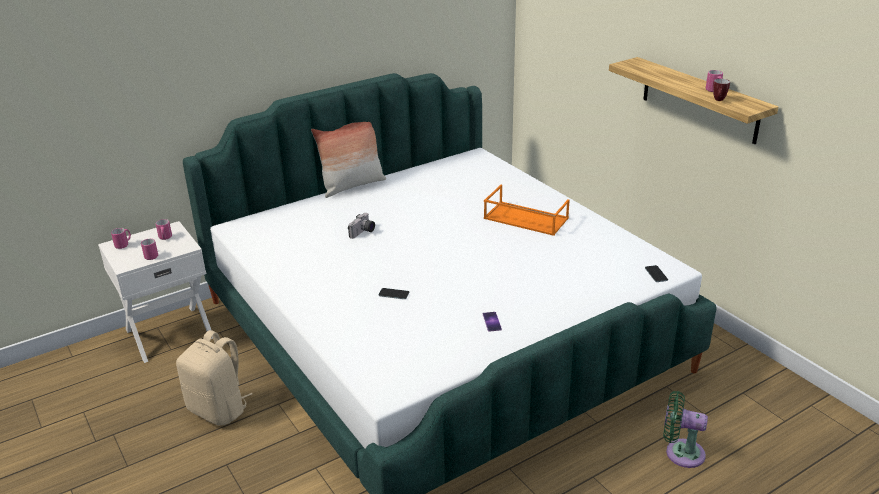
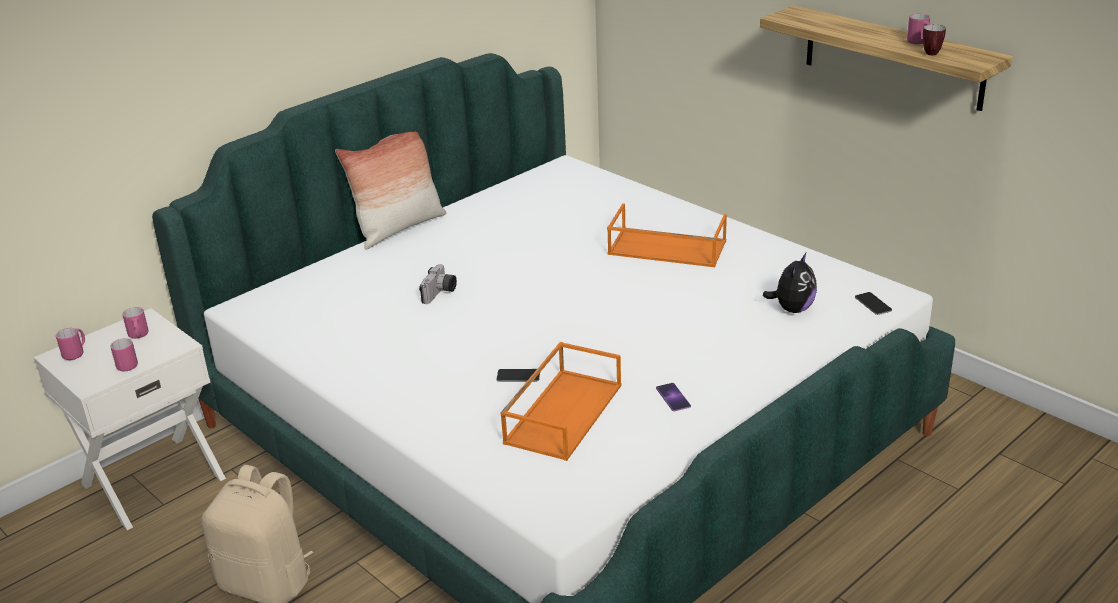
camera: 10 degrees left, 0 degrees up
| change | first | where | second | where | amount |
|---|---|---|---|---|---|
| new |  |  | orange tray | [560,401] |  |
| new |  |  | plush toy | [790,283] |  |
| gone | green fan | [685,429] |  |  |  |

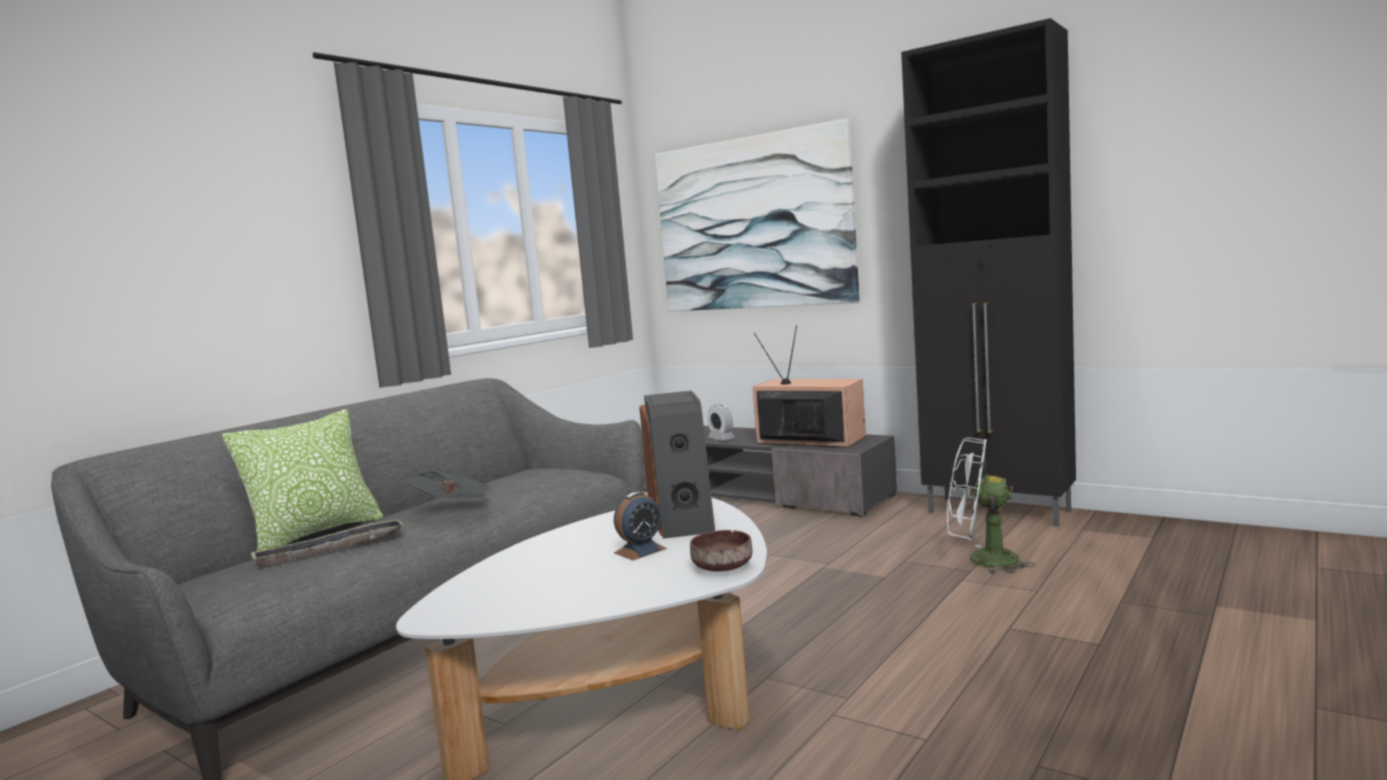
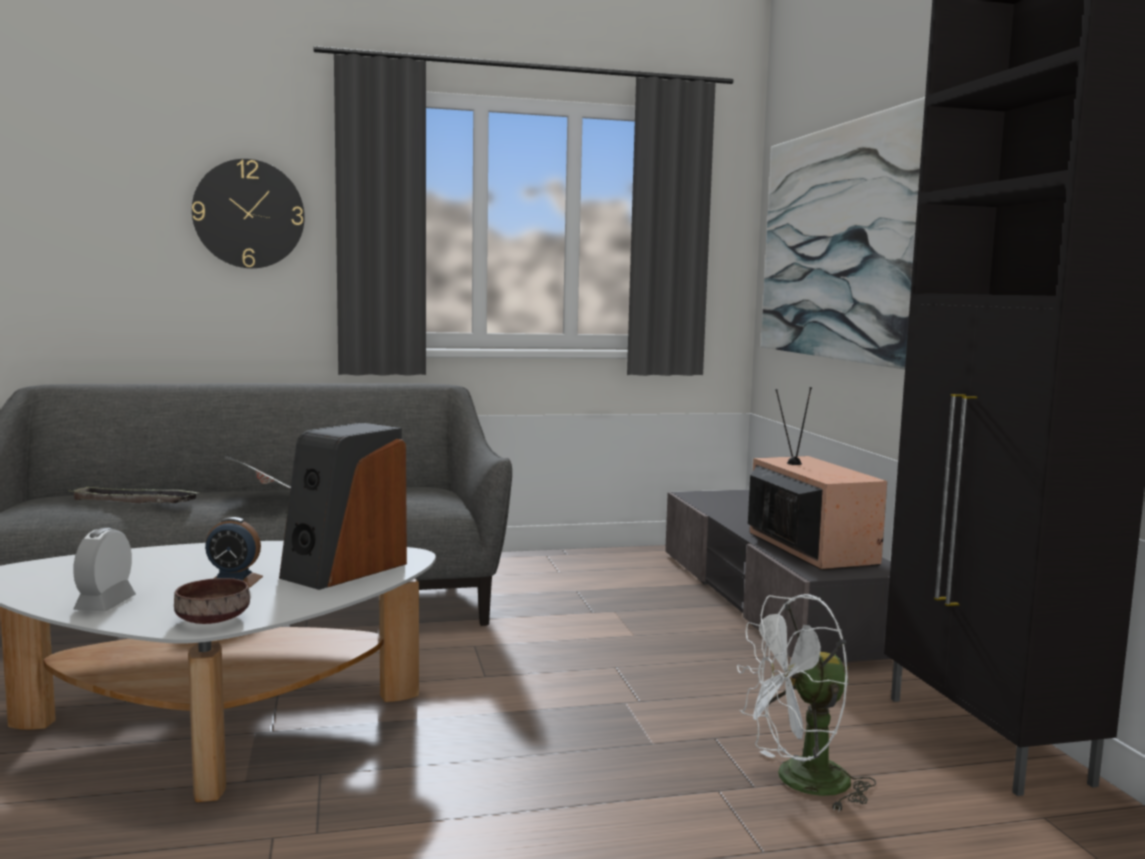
camera: 40 degrees right, 0 degrees up
| change | first | where | second | where | amount |
|---|---|---|---|---|---|
| shifted | alarm clock | [721,422] |  | [104,569] |  |
| new |  |  | wall clock | [248,213] |  |
| rotated | white fan | [991,506] |  | [806,702] | 75 degrees counterclockwise |
| gone | pillow | [302,480] |  |  |  |

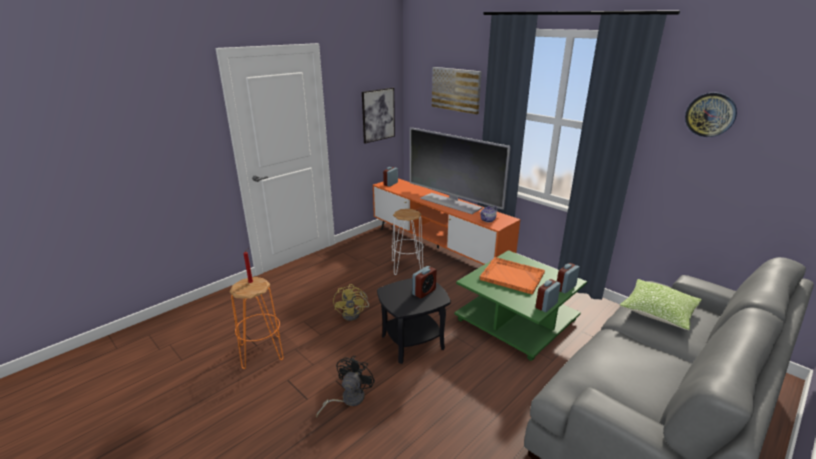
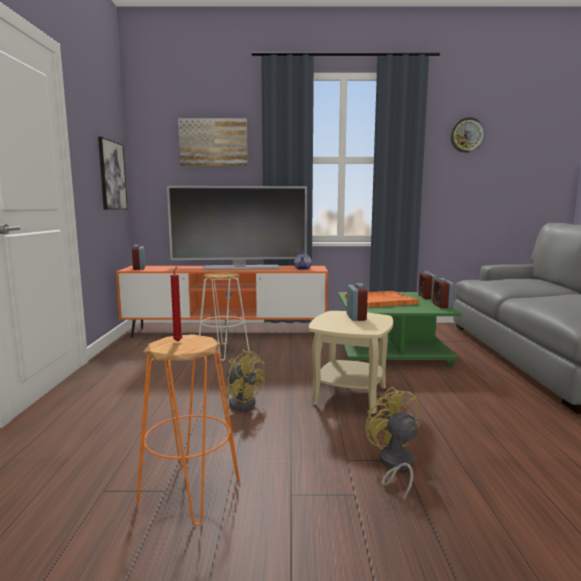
camera: 45 degrees left, 15 degrees down
| change | first | where | second | where | amount |
|---|---|---|---|---|---|
| repainted | black side table | [414,321] | beige side table | [351,362] |  |
| repainted | black fan | [345,386] | yellow fan | [392,444] |  |
| gone | pillow | [660,304] |  |  |  |

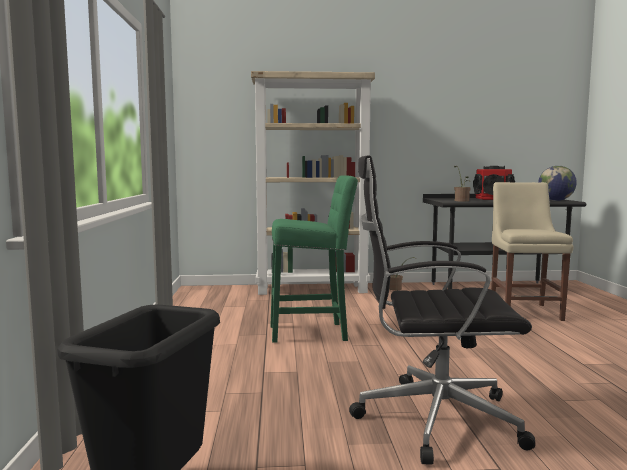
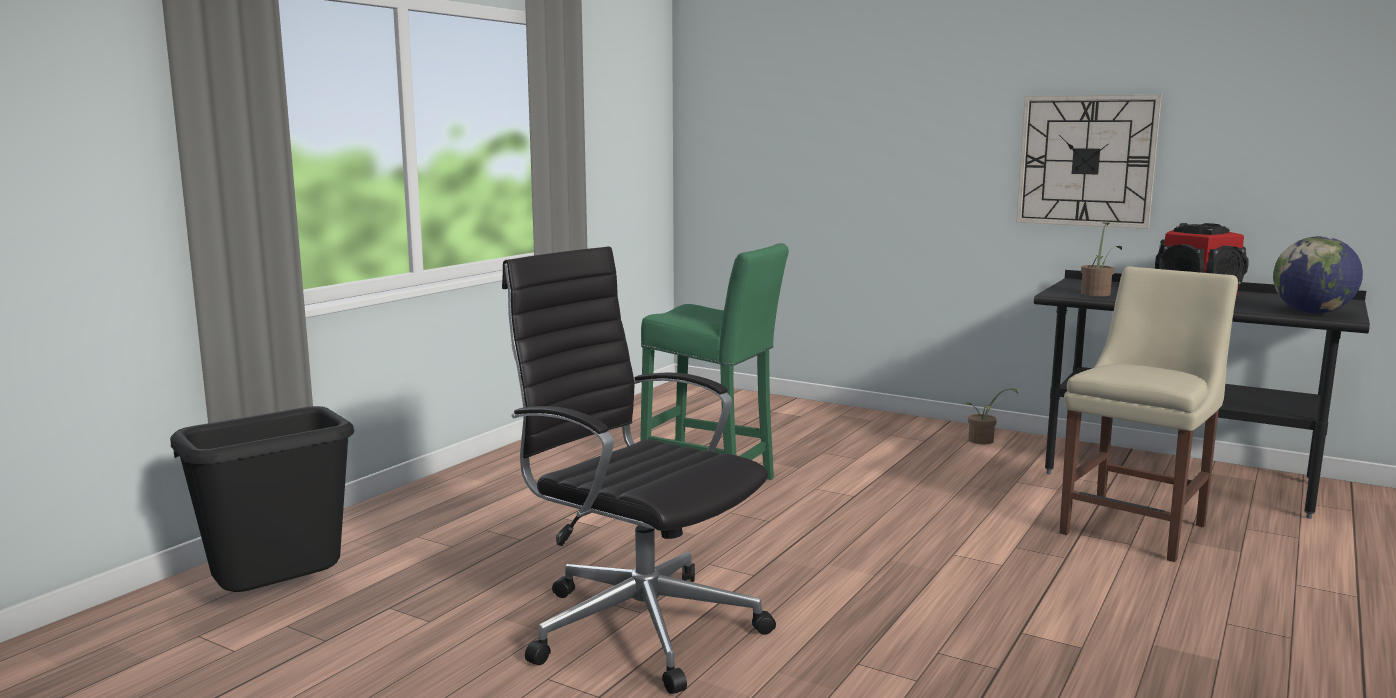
camera: 35 degrees right, 5 degrees up
| change | first | where | second | where | amount |
|---|---|---|---|---|---|
| new |  |  | wall clock | [1089,162] |  |
| gone | beige bookcase | [313,183] |  |  |  |

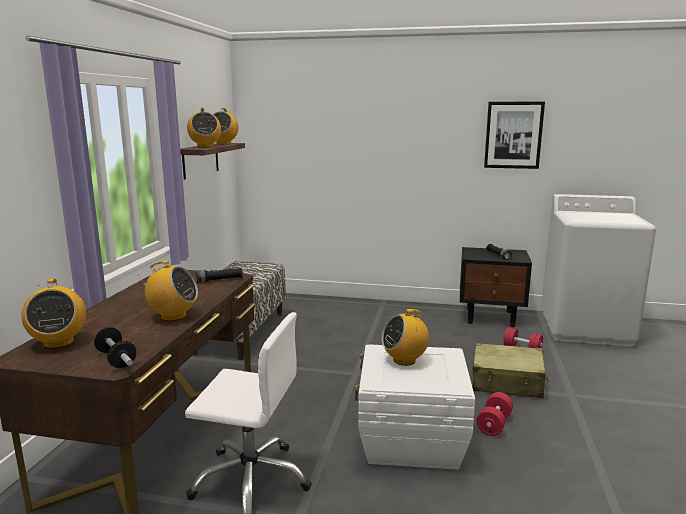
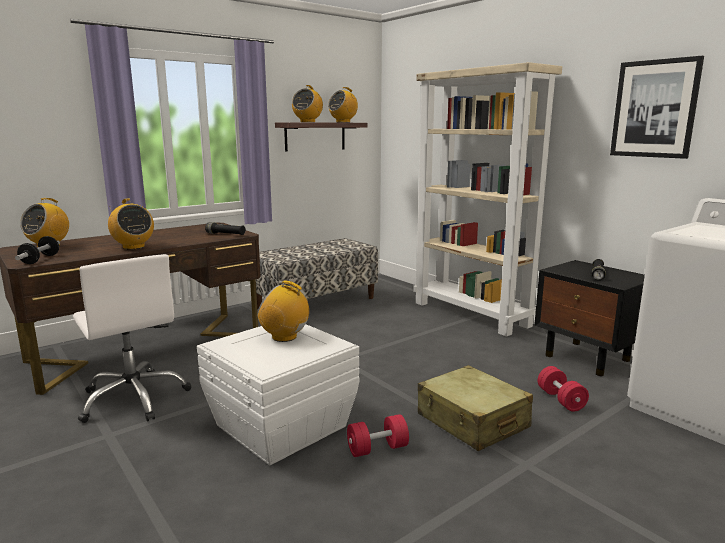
camera: 40 degrees right, 0 degrees up
| change | first | where | second | where | amount |
|---|---|---|---|---|---|
| new |  |  | beige bookcase | [487,199] |  |

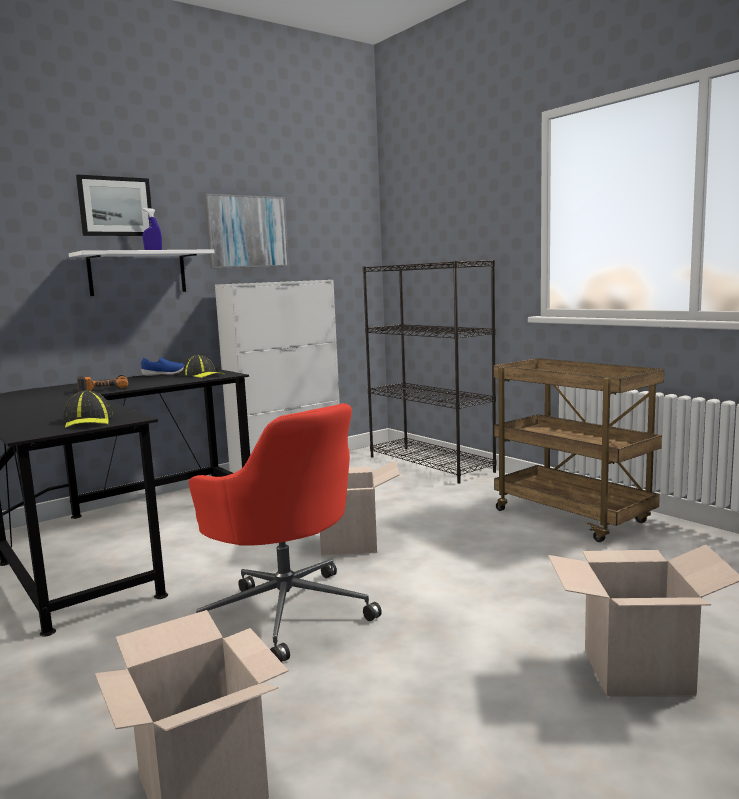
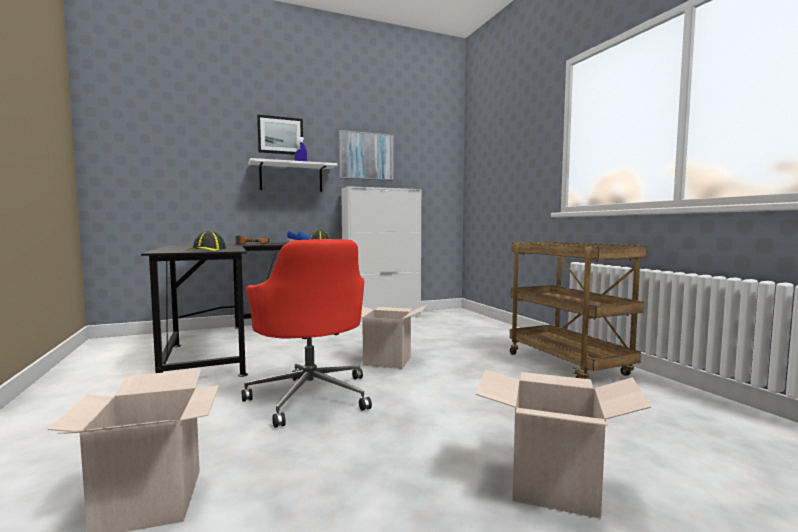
camera: 15 degrees right, 5 degrees down
| change | first | where | second | where | amount |
|---|---|---|---|---|---|
| gone | black bookcase | [429,372] |  |  |  |

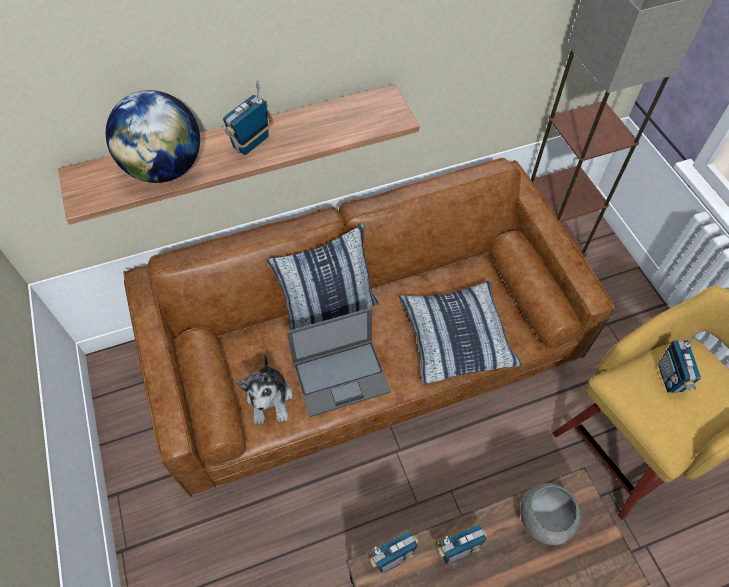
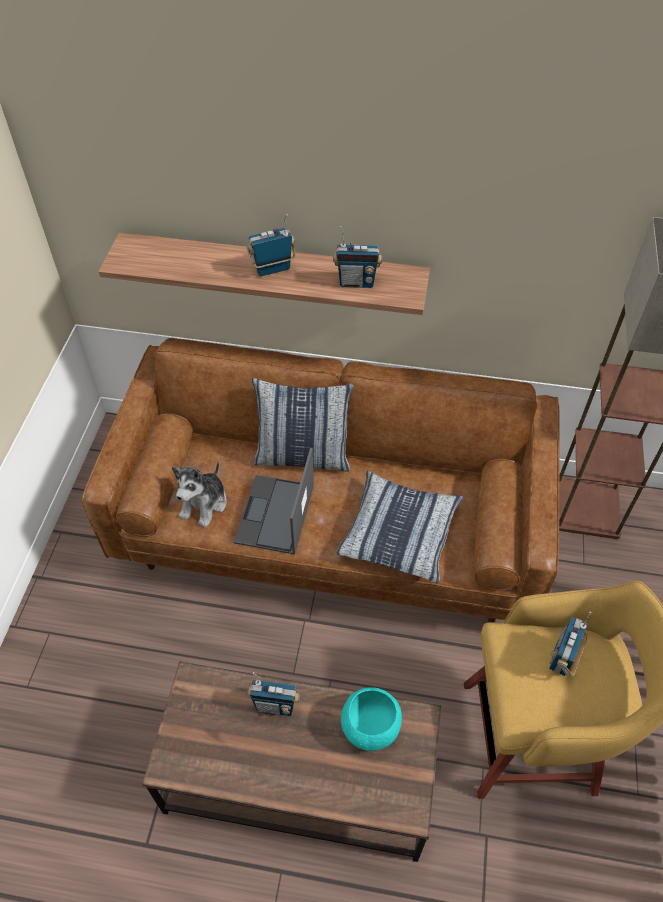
camera: 30 degrees right, 5 degrees down
| change | first | where | second | where | amount |
|---|---|---|---|---|---|
| rotated | laptop | [339,362] |  | [274,501] | 90 degrees clockwise |
| shifted | radio | [393,552] |  | [357,257] |  |
| repainted | grey bowl | [550,514] | turquoise bowl | [371,719] |  |
| gone | globe | [153,136] |  |  |  |

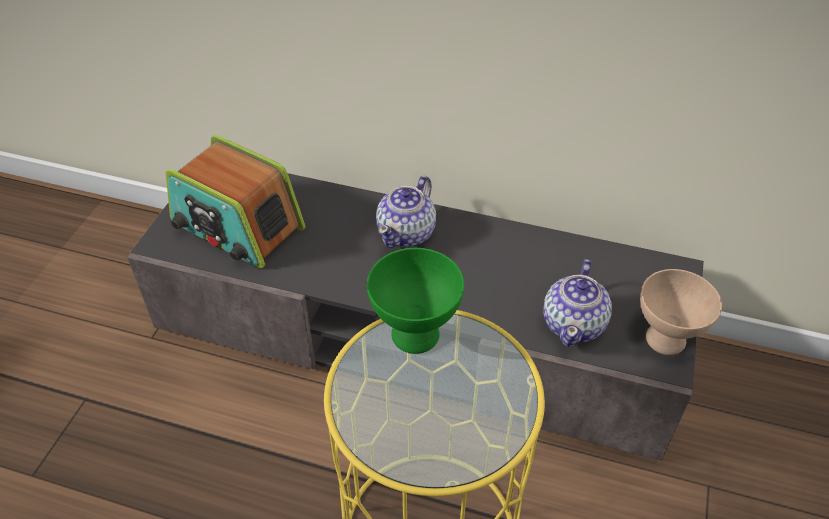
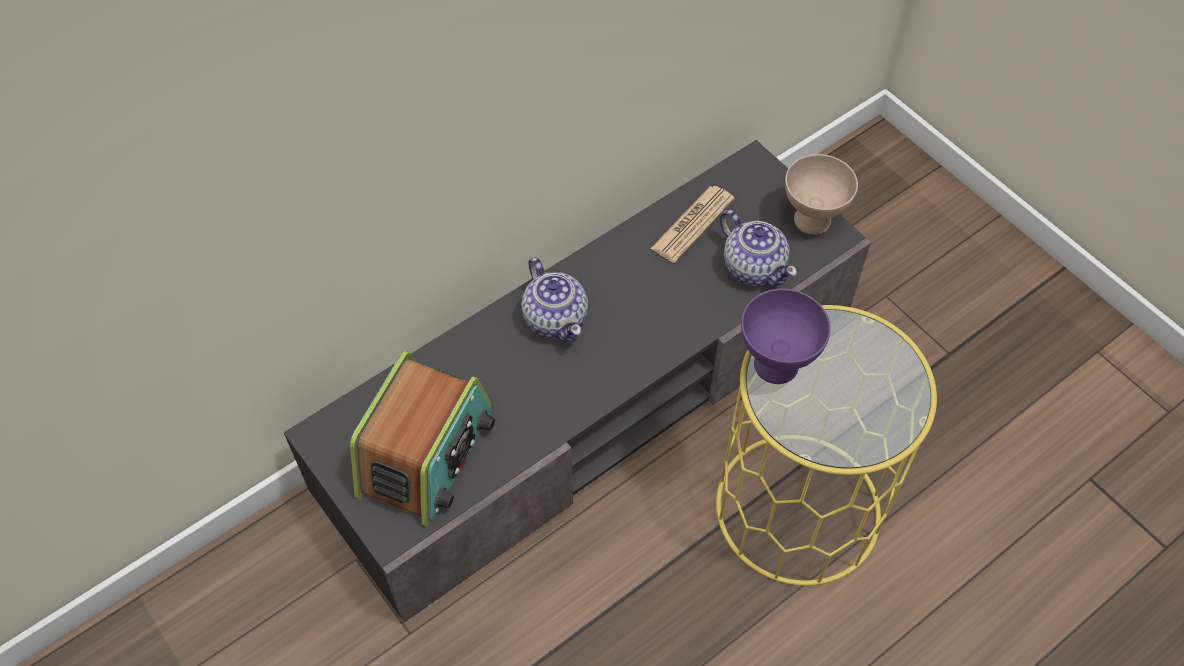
camera: 55 degrees left, 10 degrees up
| change | first | where | second | where | amount |
|---|---|---|---|---|---|
| rotated | radio | [235,201] |  | [422,439] | 45 degrees counterclockwise |
| new |  |  | newspaper | [692,224] |  |
| repainted | green bowl | [415,301] | purple bowl | [786,336] |  |

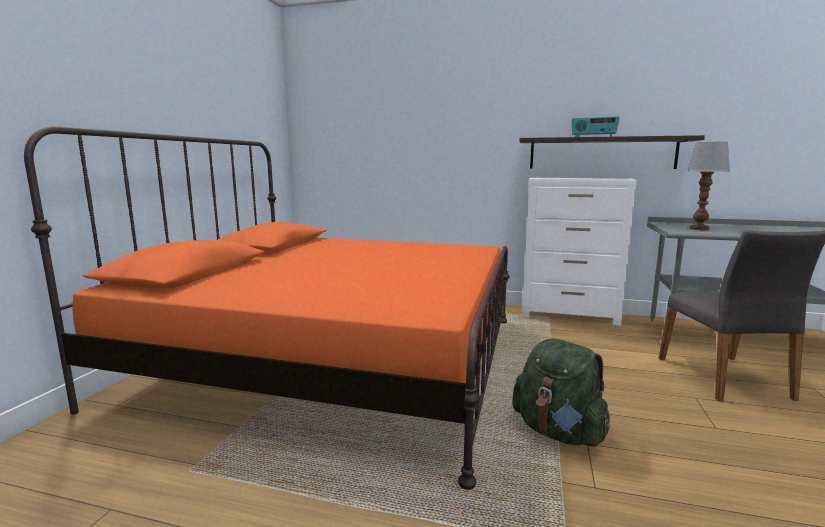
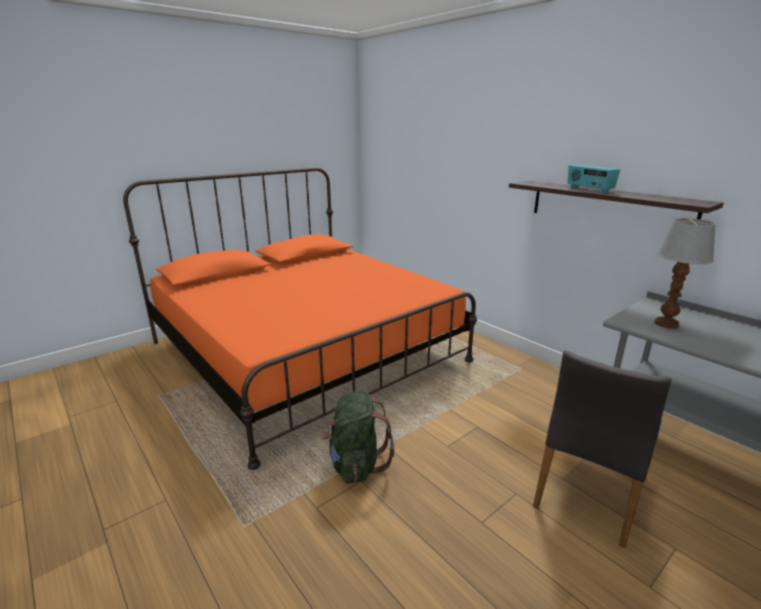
camera: 35 degrees right, 10 degrees up
| change | first | where | second | where | amount |
|---|---|---|---|---|---|
| gone | white dresser | [579,252] |  |  |  |

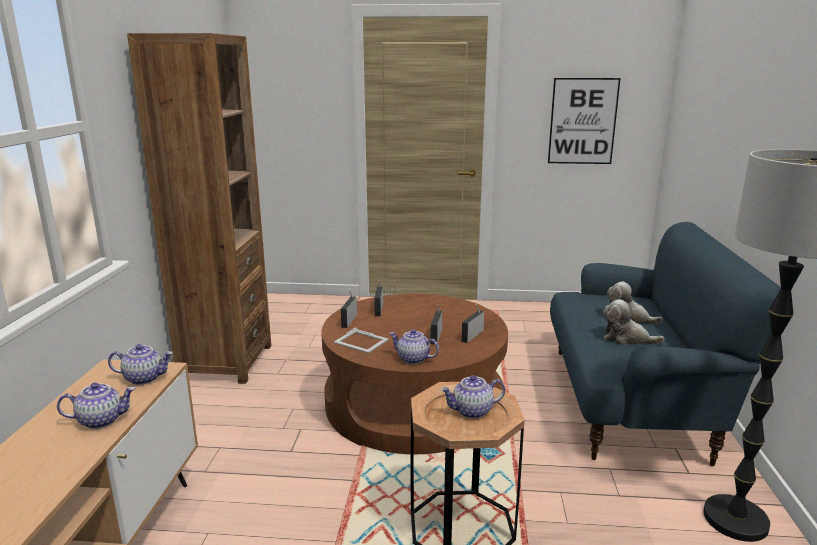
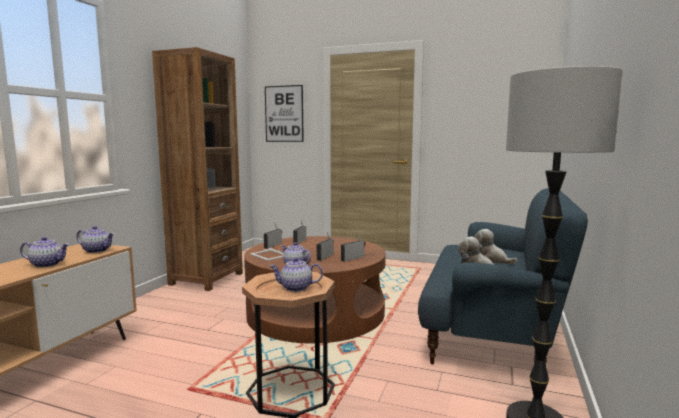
camera: 15 degrees right, 10 degrees down
| change | first | where | second | where | amount |
|---|---|---|---|---|---|
| shifted | picture | [584,121] |  | [284,113] |  |

